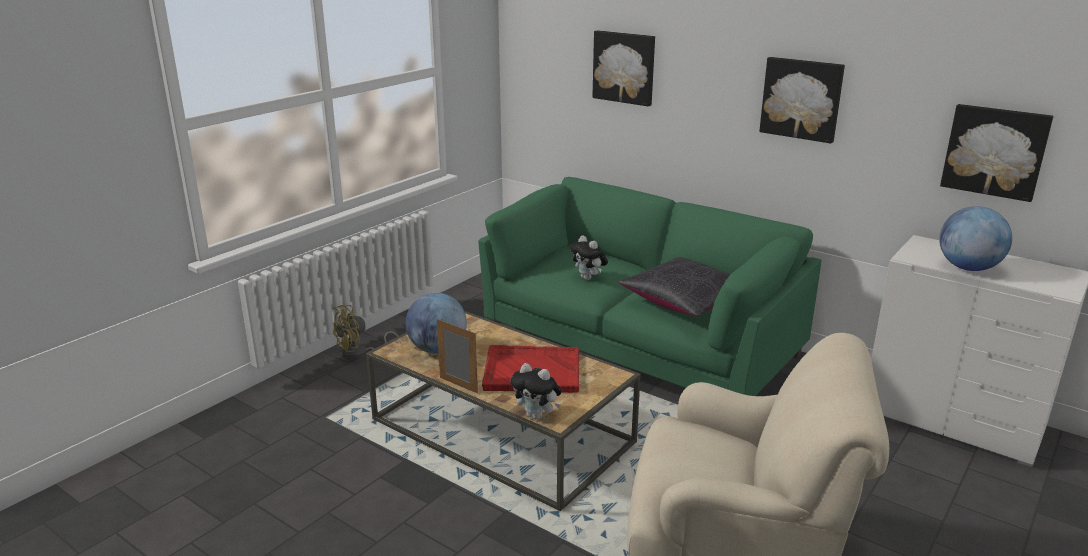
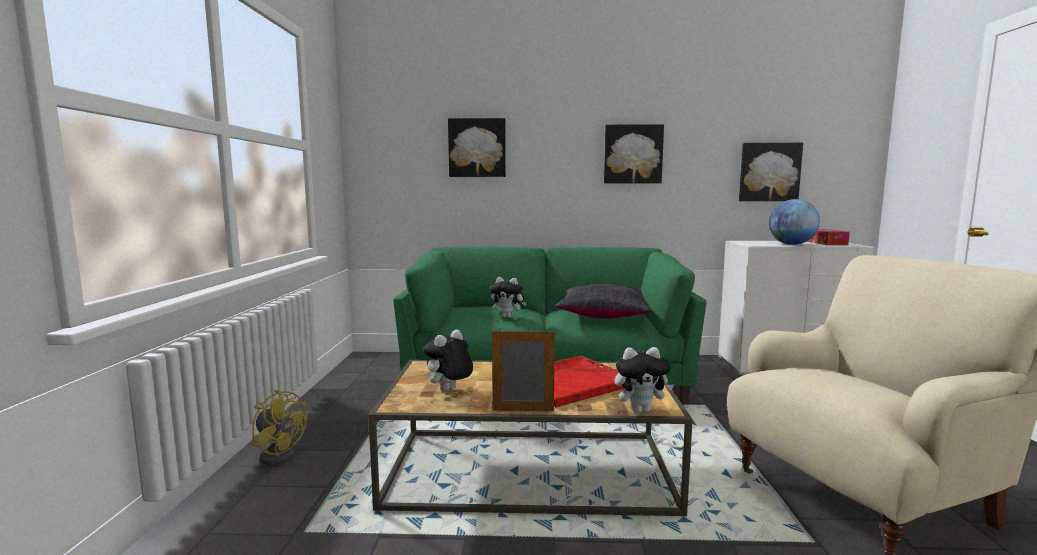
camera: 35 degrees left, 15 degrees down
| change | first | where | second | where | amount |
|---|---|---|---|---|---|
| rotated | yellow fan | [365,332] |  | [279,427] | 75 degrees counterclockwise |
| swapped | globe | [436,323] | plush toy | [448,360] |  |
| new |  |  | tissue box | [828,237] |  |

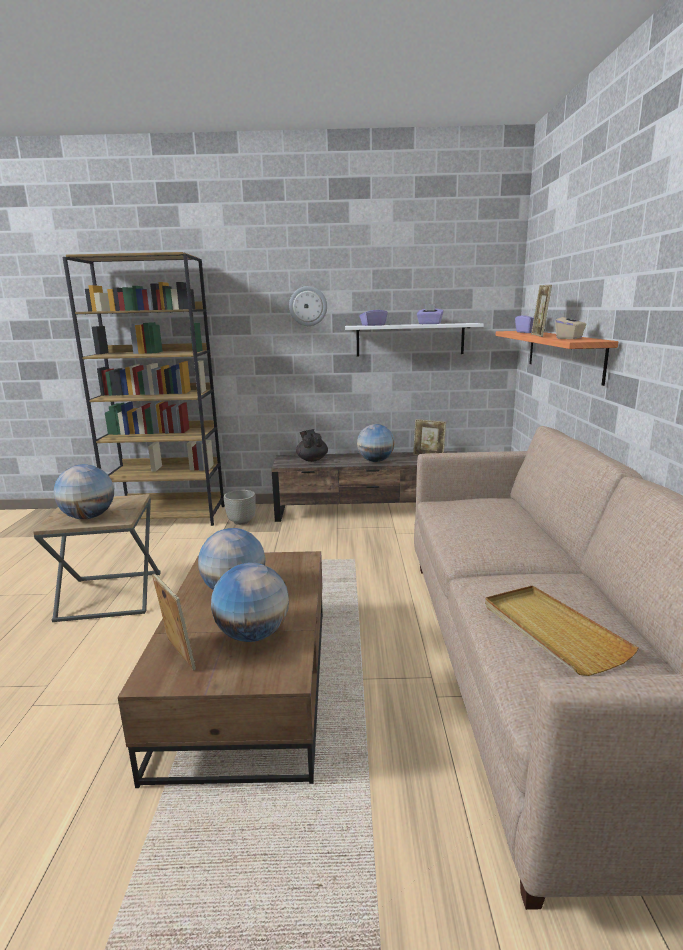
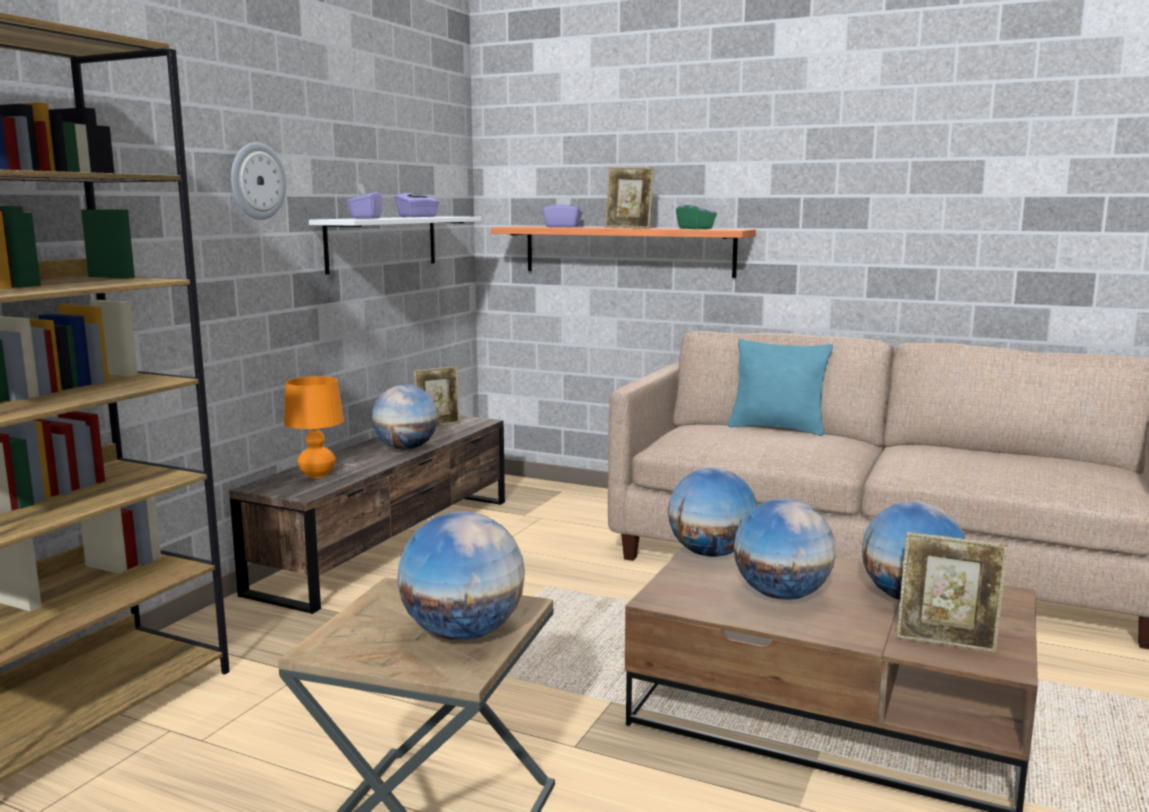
camera: 65 degrees left, 5 degrees down
| change | first | where | second | where | amount |
|---|---|---|---|---|---|
| swapped | black teapot | [312,445] | orange table lamp | [314,427] |  |
| new |  |  | globe | [712,512] |  |
| repainted | beige tissue box | [571,325] | green tissue box | [696,213] |  |
| new |  |  | turquoise pillow | [780,387] |  |
| rotated | picture frame | [174,621] |  | [952,592] | 150 degrees counterclockwise |
| gone | grey planter | [240,507] |  |  |  |
| gone | beige tray | [561,630] |  |  |  |

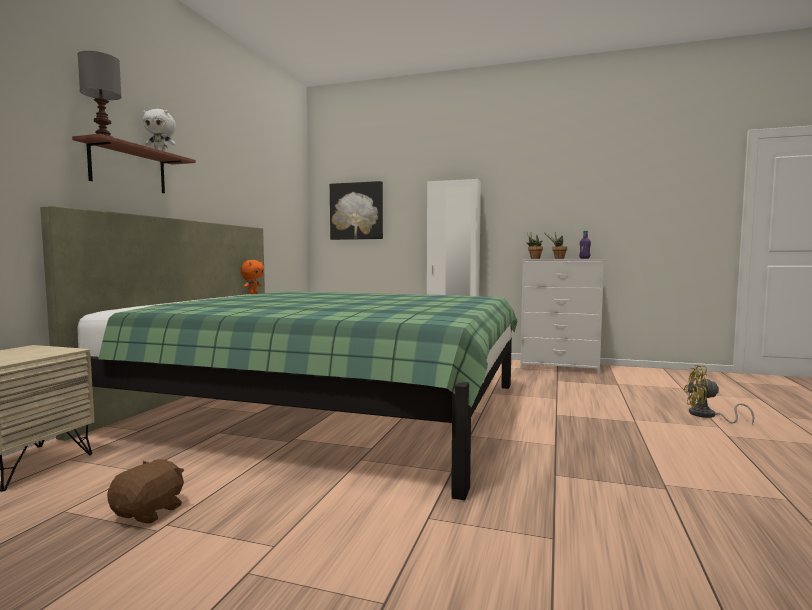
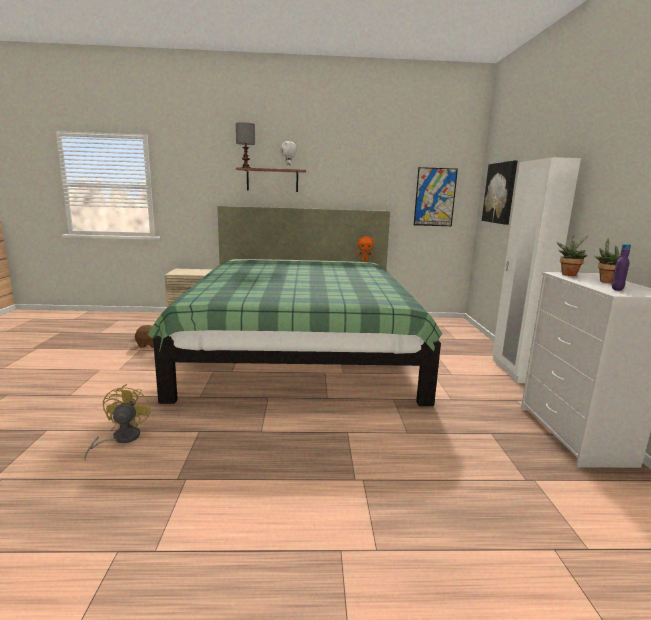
camera: 70 degrees right, 10 degrees up
| change | first | where | second | where | amount |
|---|---|---|---|---|---|
| shifted | yellow fan | [719,394] |  | [117,422] |  |
| new |  |  | picture | [436,196] |  |

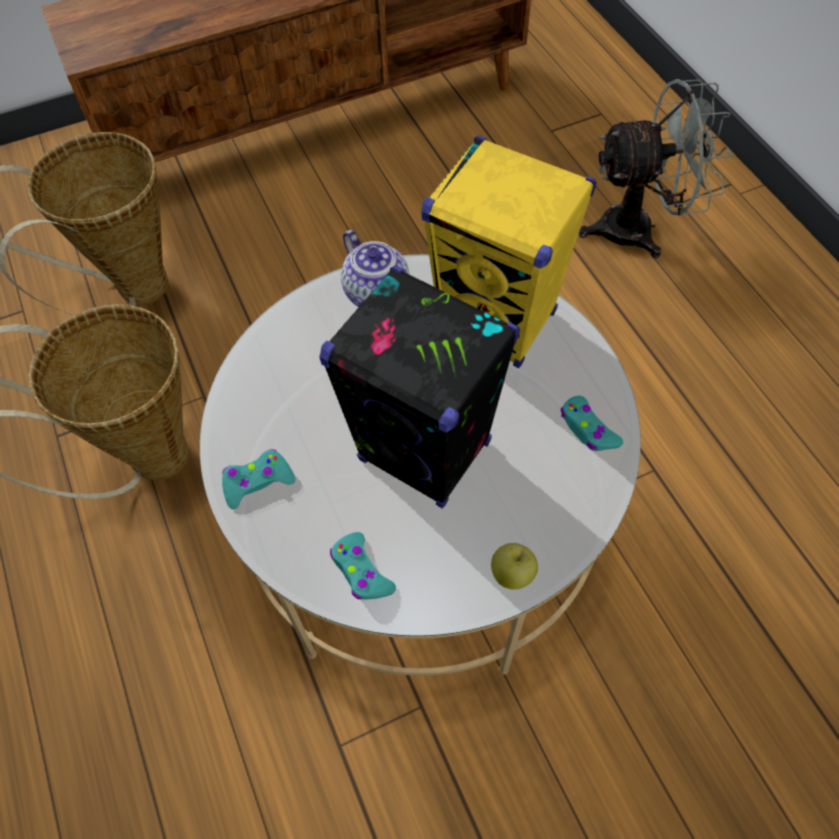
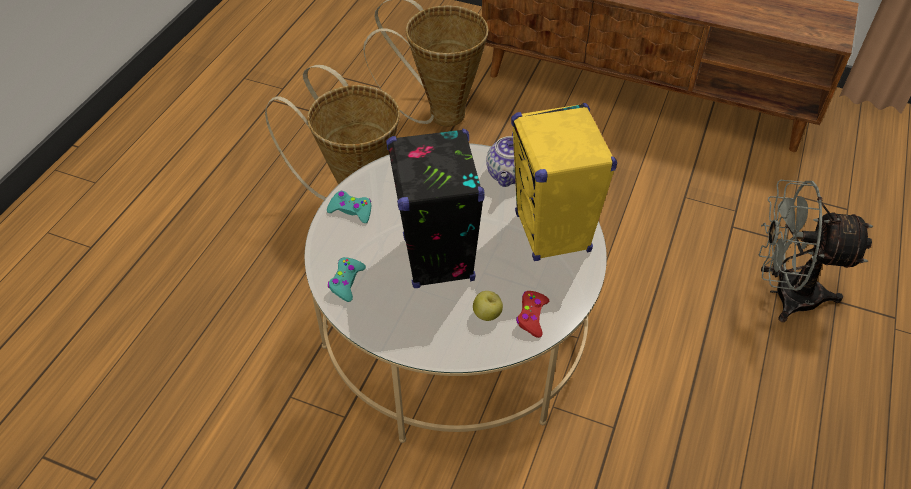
camera: 45 degrees right, 10 degrees down
| change | first | where | second | where | amount |
|---|---|---|---|---|---|
| shifted | apple | [514,566] |  | [488,306] |  |
| repainted | turquoise game controller | [592,423] | red game controller | [532,314] |  |
| rotated | grey fan | [656,169] |  | [816,251] | 150 degrees clockwise |

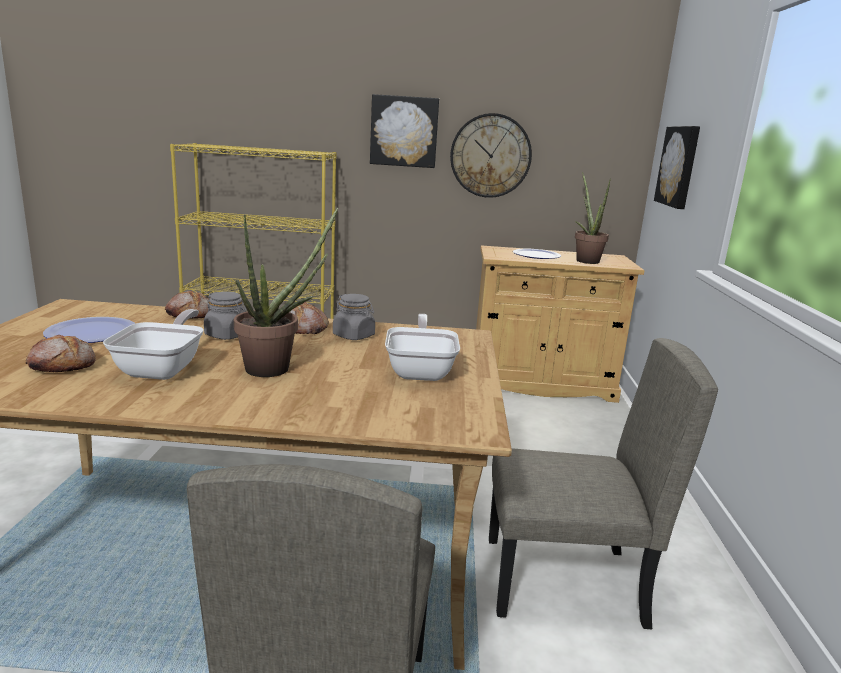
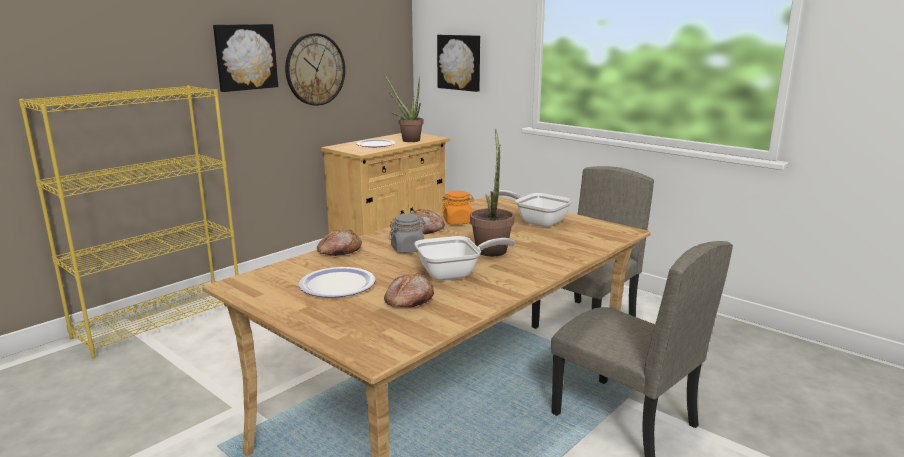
camera: 50 degrees left, 0 degrees up
| change | first | where | second | where | amount |
|---|---|---|---|---|---|
| rotated | frying pan | [153,344] |  | [464,258] | 120 degrees clockwise |
| repainted | grey jar | [354,317] | orange jar | [458,208] |  |

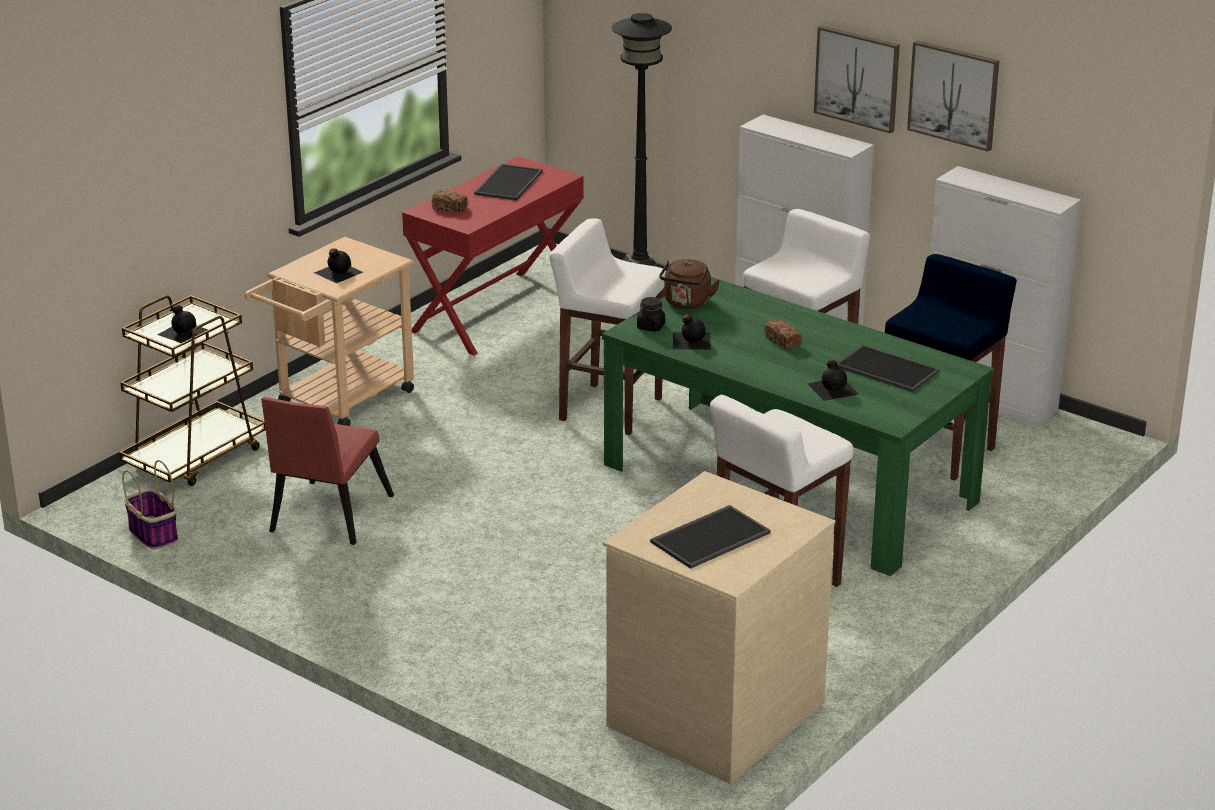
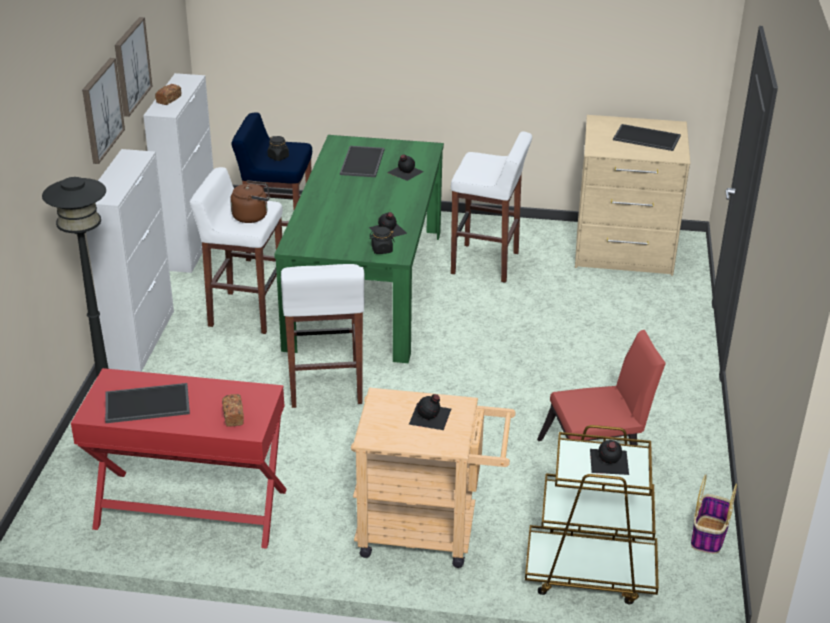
camera: 120 degrees left, 5 degrees up
| change | first | where | second | where | amount |
|---|---|---|---|---|---|
| shifted | bread | [782,334] |  | [168,94] |  |
| shifted | brown kettle | [689,284] |  | [250,201] |  |
| new |  |  | black jar | [278,148] |  |

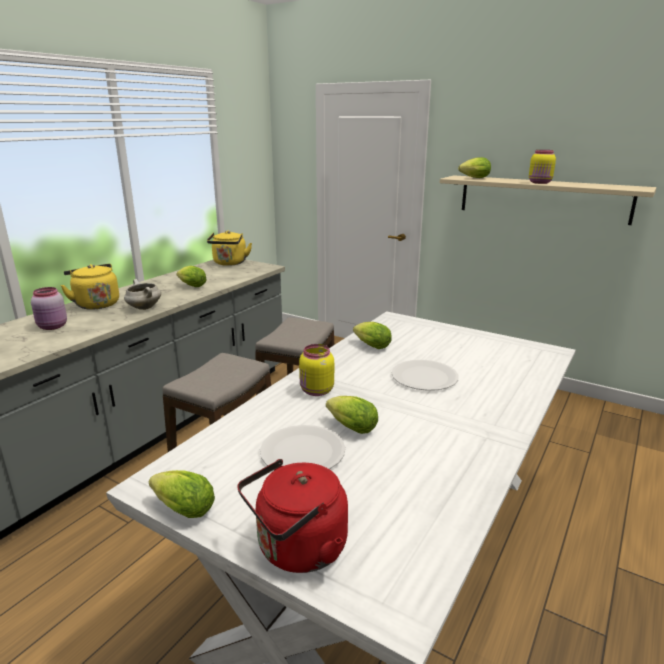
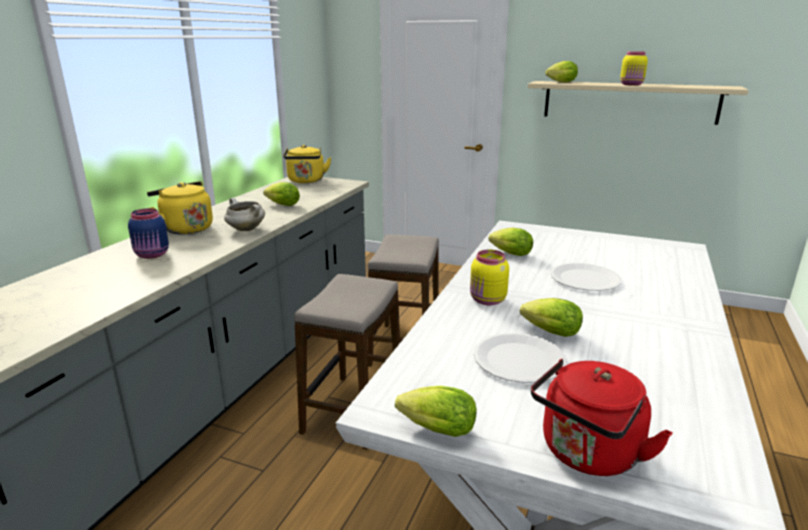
camera: 10 degrees left, 0 degrees up
| change | first | where | second | where | amount |
|---|---|---|---|---|---|
| repainted | pink jar | [49,308] | blue jar | [148,233] |  |

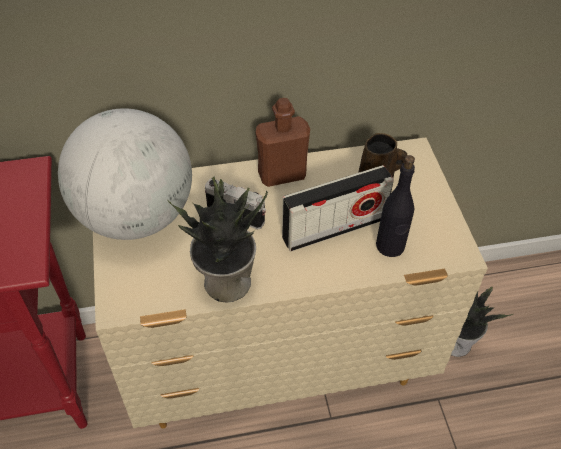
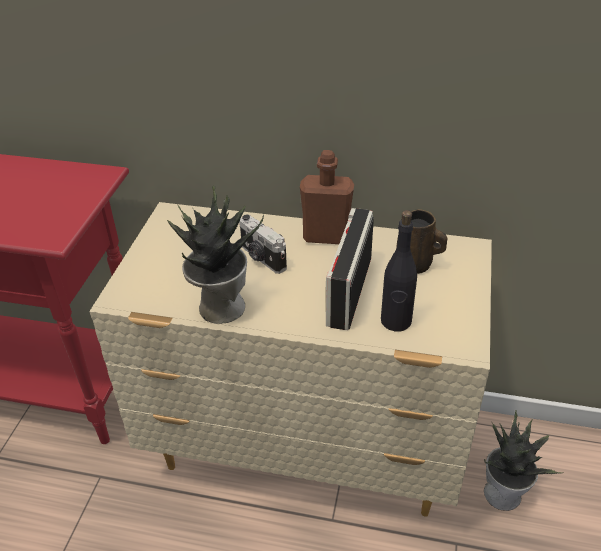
camera: 25 degrees right, 10 degrees down
| change | first | where | second | where | amount |
|---|---|---|---|---|---|
| rotated | radio | [338,208] |  | [350,269] | 105 degrees clockwise |
| gone | globe | [125,174] |  |  |  |

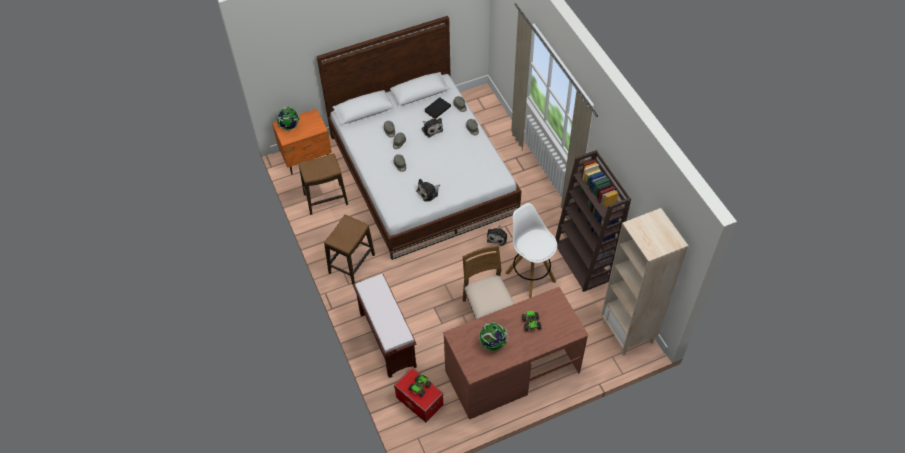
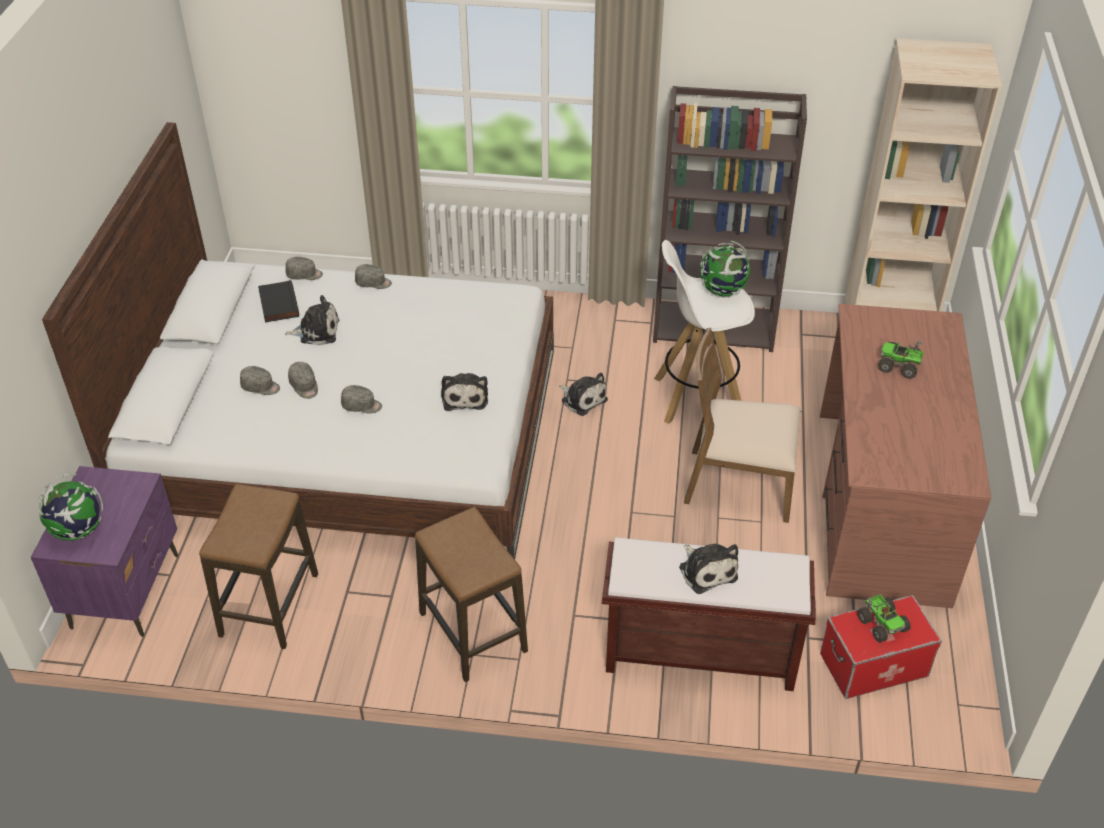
camera: 60 degrees left, 10 degrees down
| change | first | where | second | where | amount |
|---|---|---|---|---|---|
| repainted | orange nightstand | [302,141] | purple nightstand | [104,551] |  |
| new |  |  | plush toy | [708,569] |  |
| shifted | globe | [493,336] |  | [725,269] |  |

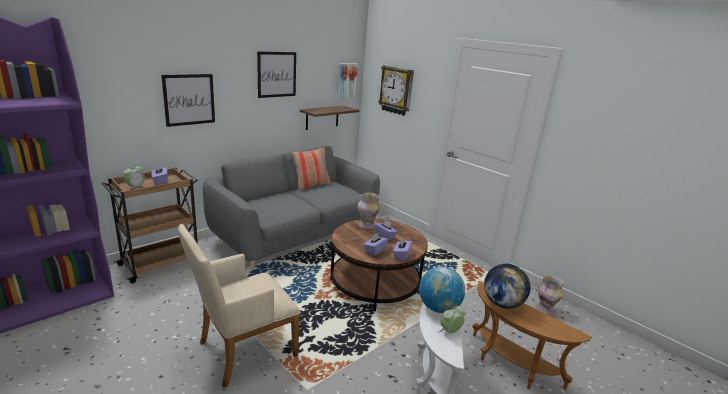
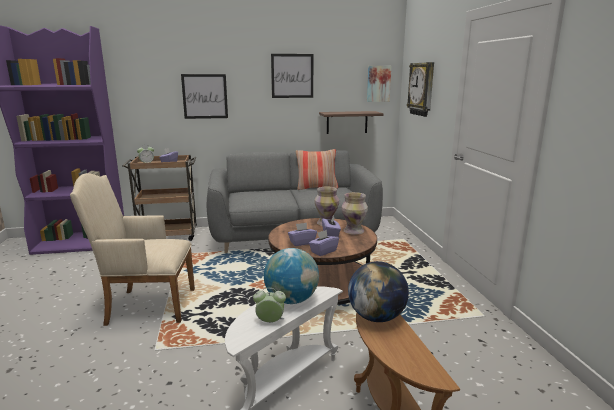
camera: 35 degrees right, 5 degrees down
| change | first | where | second | where | amount |
|---|---|---|---|---|---|
| shifted | vase | [549,295] |  | [355,213] |  |

